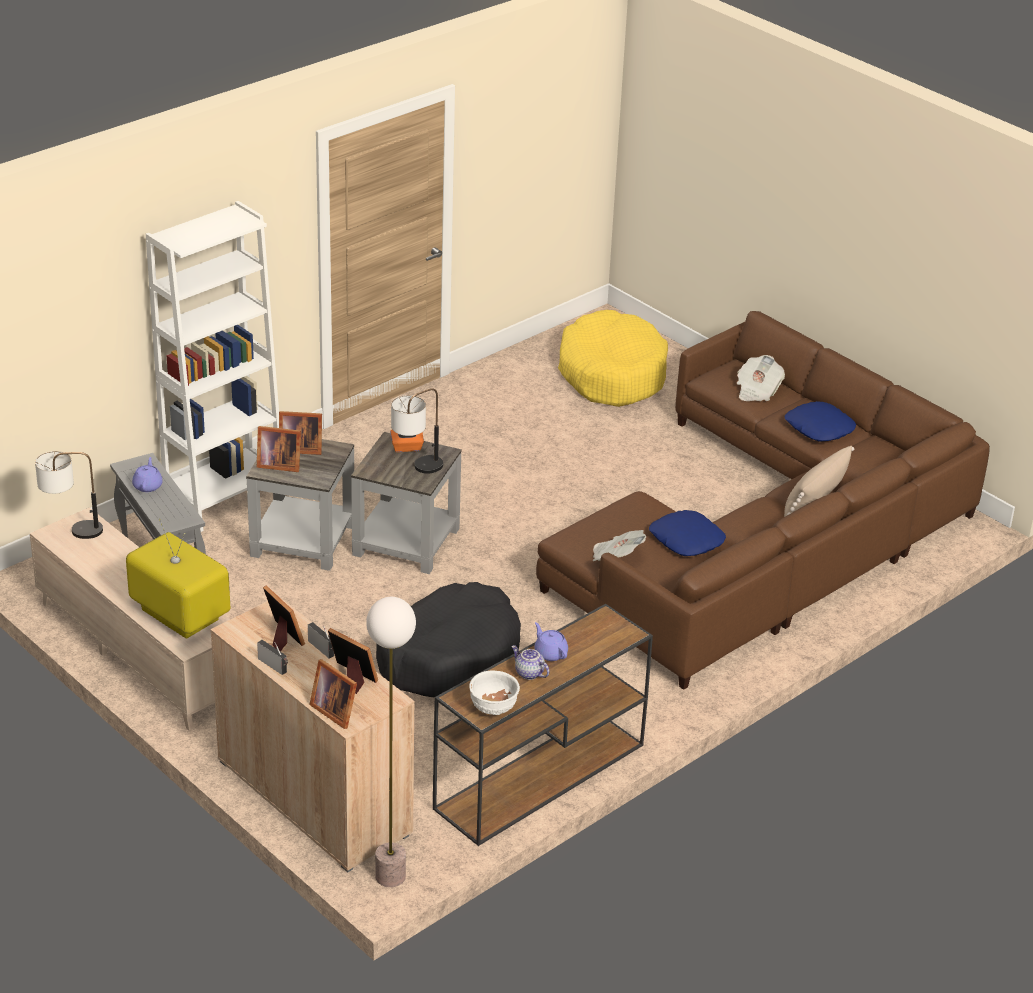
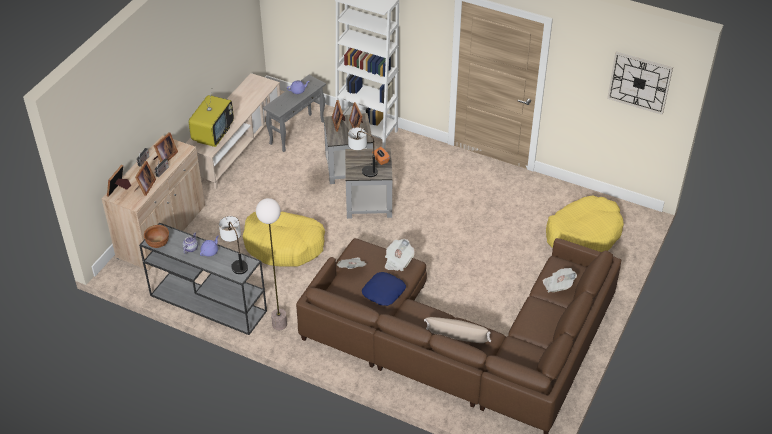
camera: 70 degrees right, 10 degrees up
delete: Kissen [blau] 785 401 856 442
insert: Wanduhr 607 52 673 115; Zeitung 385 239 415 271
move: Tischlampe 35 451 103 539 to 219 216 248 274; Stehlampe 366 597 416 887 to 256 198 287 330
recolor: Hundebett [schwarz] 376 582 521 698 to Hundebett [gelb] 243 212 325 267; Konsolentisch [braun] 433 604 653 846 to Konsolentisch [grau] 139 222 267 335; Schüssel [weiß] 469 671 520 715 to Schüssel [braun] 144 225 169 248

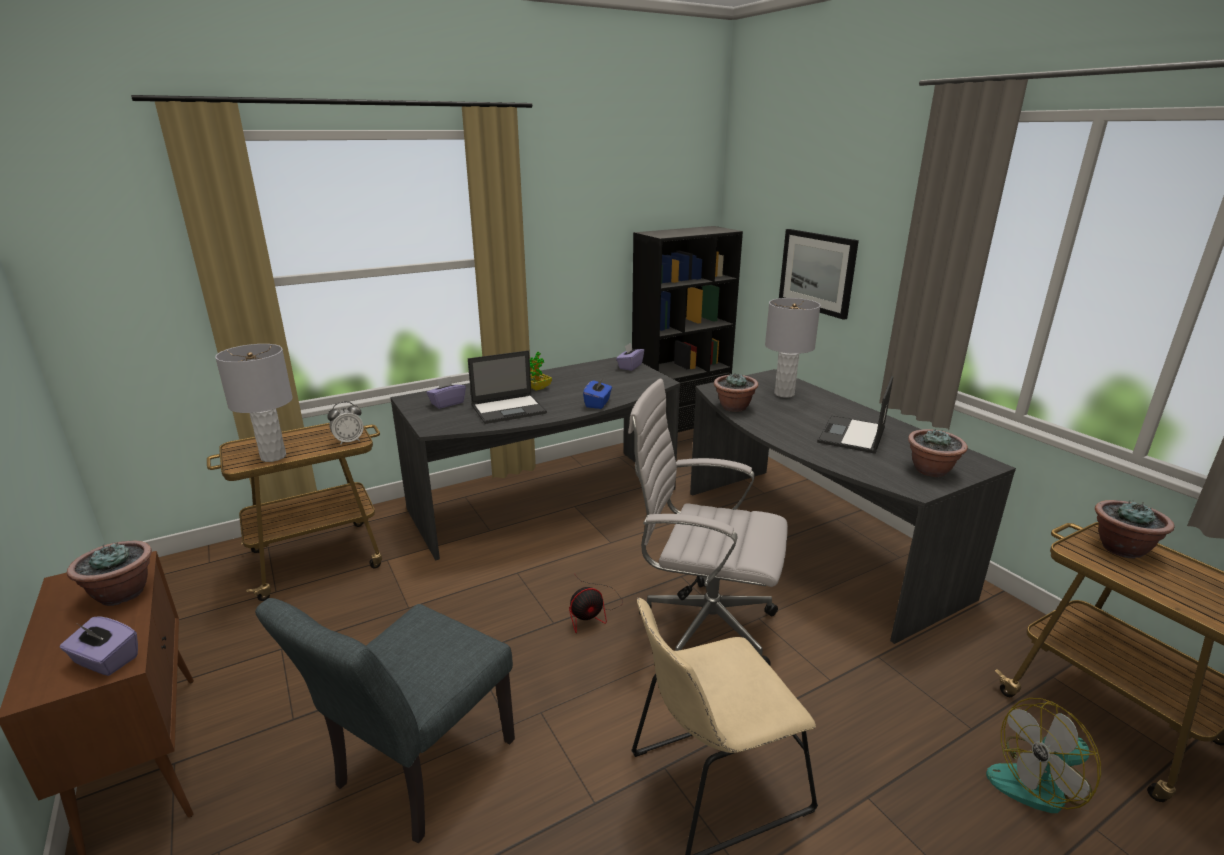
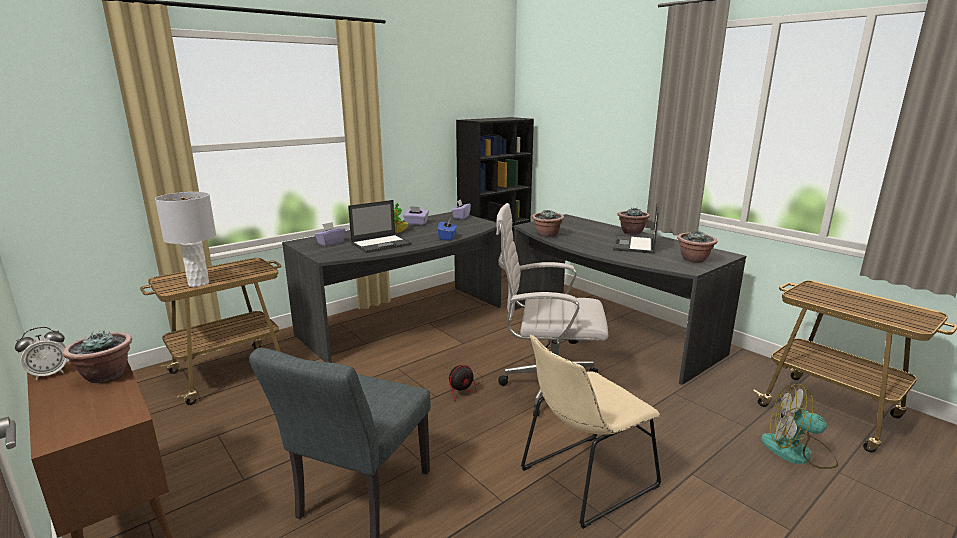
camera: 10 degrees left, 5 degrees down
delete: Bild 779 229 859 320; Tischlampe [grau] 765 298 821 398
move: Wecker 327 402 364 445 to 15 327 67 380; Topfpflanze 1095 500 1175 559 to 617 207 650 235; Taschentuchbox [lila] 60 616 138 676 to 403 206 429 225
rotate: Ventilator 986 698 1101 813 = 761 384 838 469 45 degrees clockwise

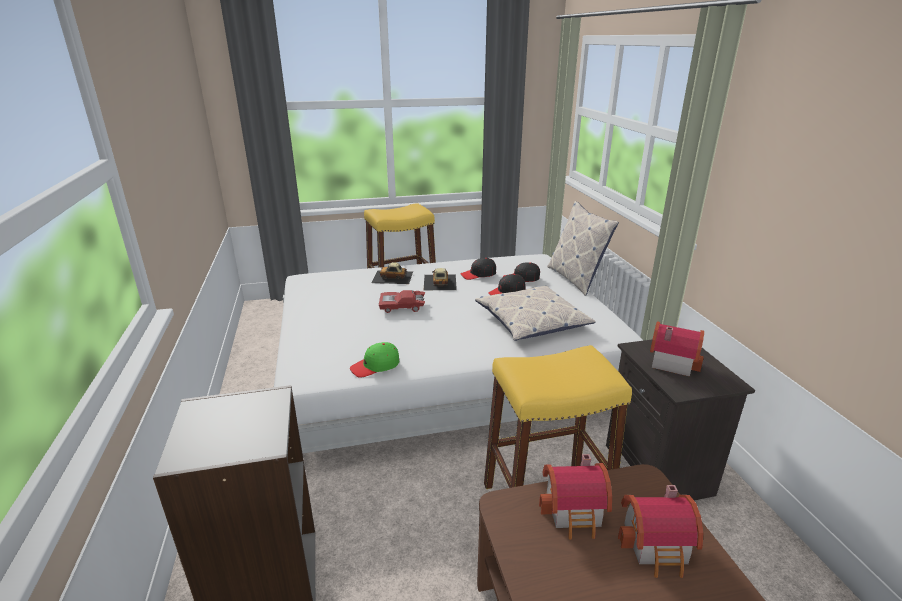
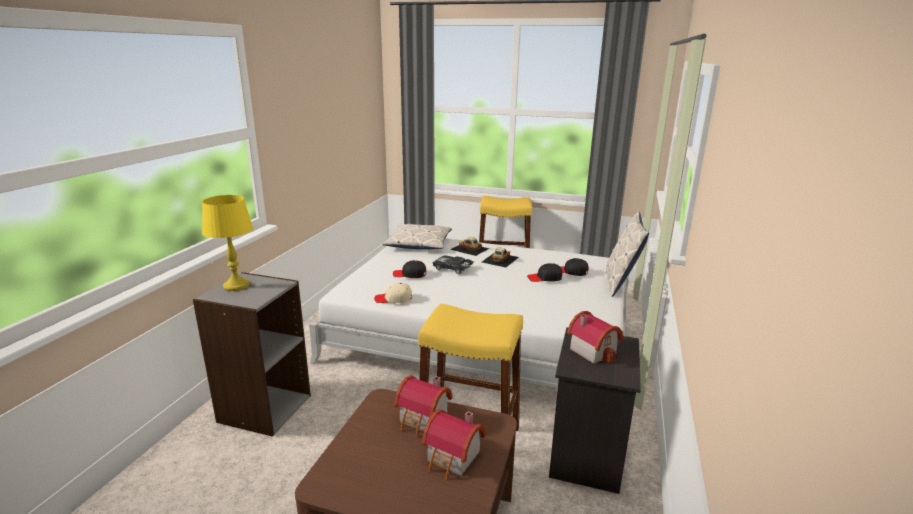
camera: 30 degrees right, 5 degrees down
insert: Tischlampe [gelb] 202 195 253 291
move: Kappe [schwarz] 461 258 496 280 to 393 260 426 278; Kissen 475 286 596 341 to 382 224 452 250
recolor: Spielzeugauto [rot] 379 290 425 313 to Spielzeugauto [schwarz] 432 256 474 274; Kappe [grün] 350 342 399 378 to Kappe [beige] 374 283 412 303

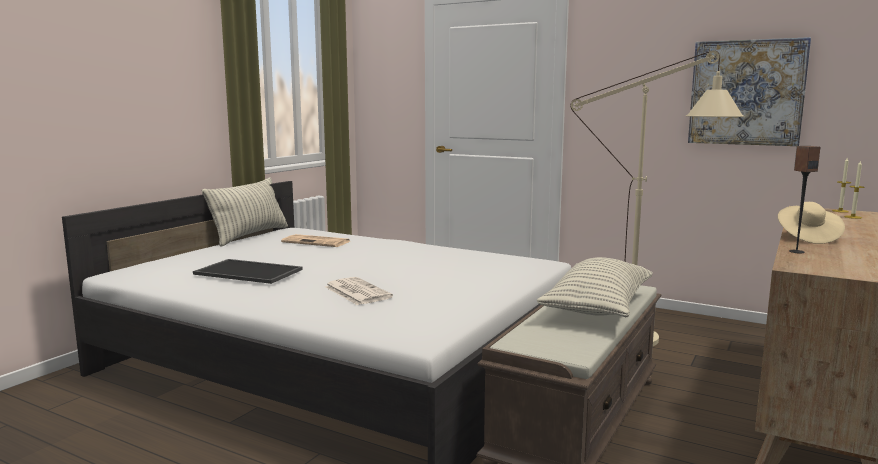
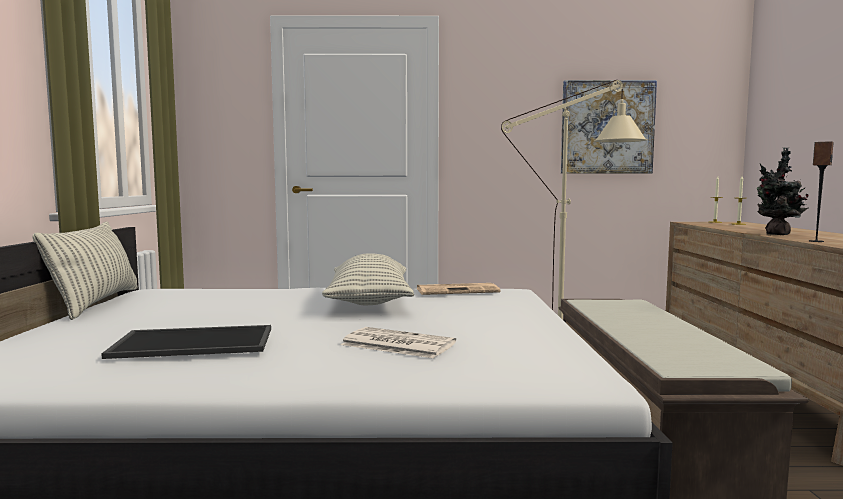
camera: 30 degrees left, 5 degrees down
move: Zeitung 281 234 350 247 to 417 283 500 295; Kissen 537 257 653 317 to 322 253 414 305
replace: Hut [beige] 778 202 845 244 to Topfpflanze 757 147 809 235

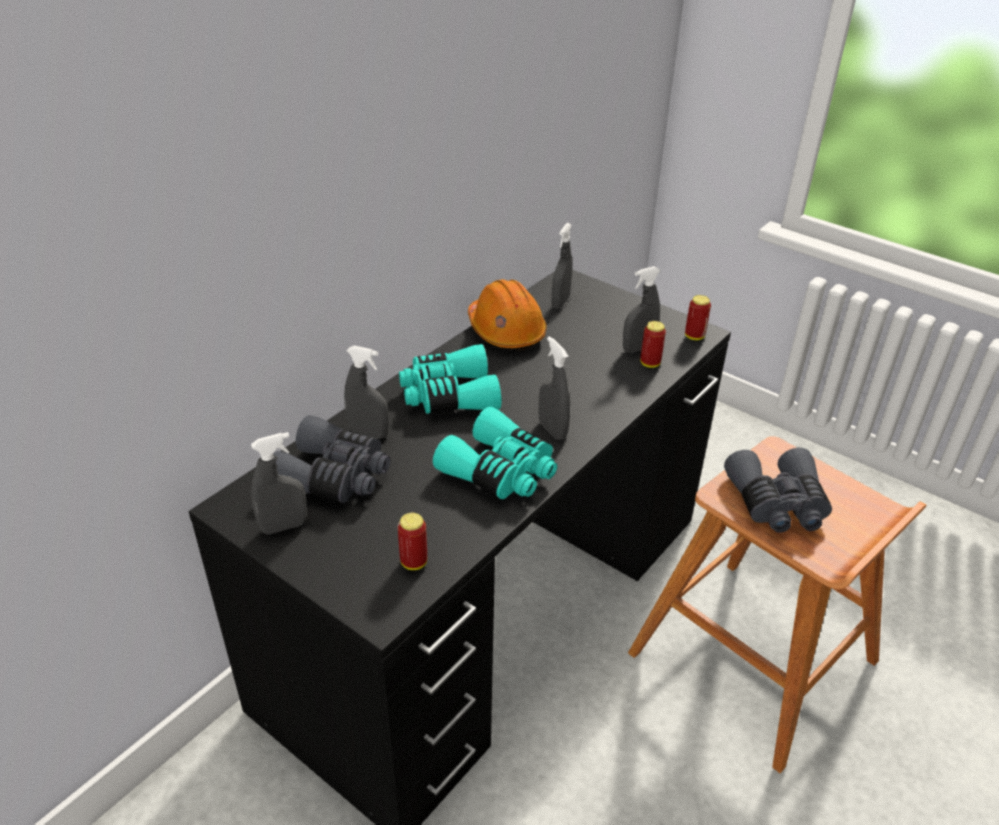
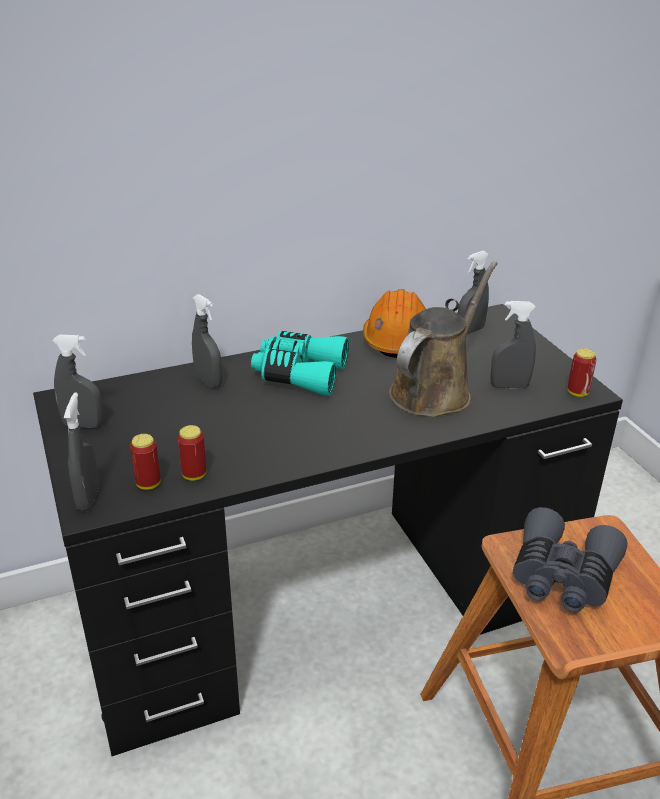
camera: 30 degrees right, 5 degrees down
delete: Fernglas [türkis] 433 407 557 499; Fernglas [grau] 273 415 390 503
insert: Gießkanne [braun] 389 261 498 417
move: Dose 640 321 666 368 to 178 425 207 481; Sprühflasche [grau] 538 336 570 440 to 64 392 99 511

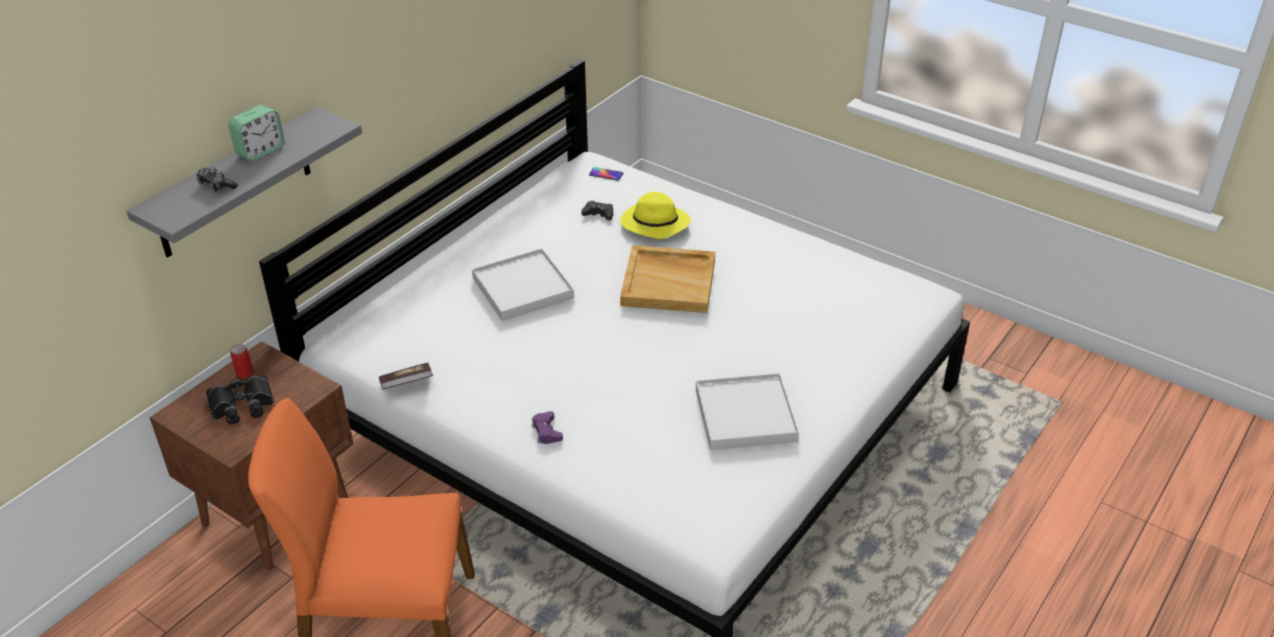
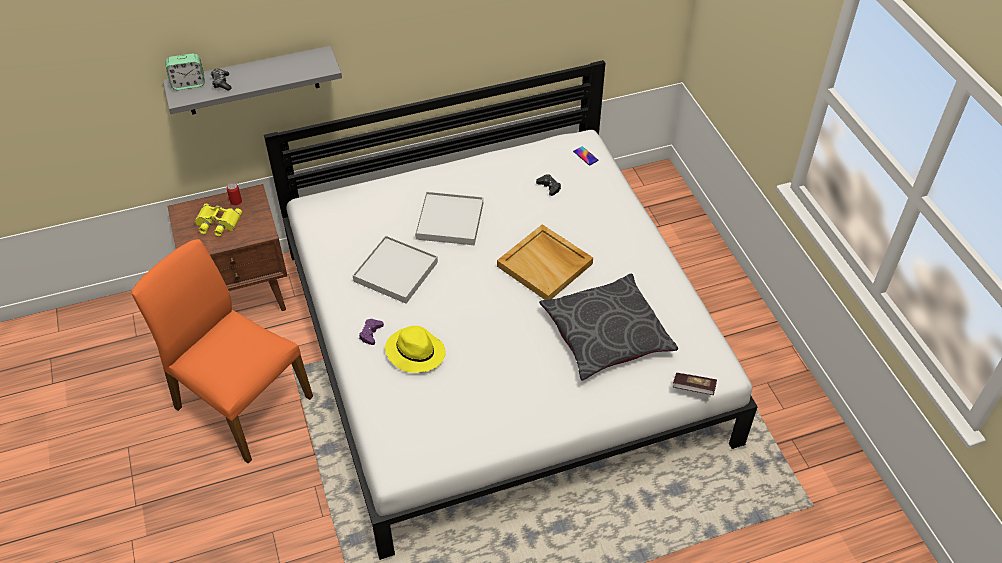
camera: 35 degrees right, 10 degrees up
insert: Kissen [grau] 539 273 678 381
move: Wecker 228 105 285 161 to 166 53 205 90; Hut [gelb] 620 192 690 239 to 385 326 446 373; Buch 379 363 433 389 to 673 373 717 395; Tablett [weiß] 696 373 799 450 to 352 235 438 304
recolor: Fernglas [schwarz] 206 375 274 424 to Fernglas [gelb] 194 204 242 236

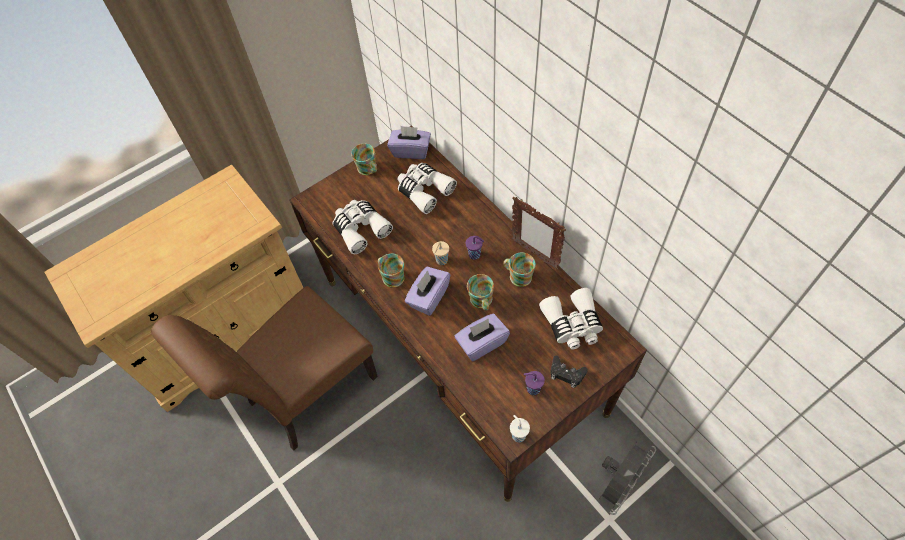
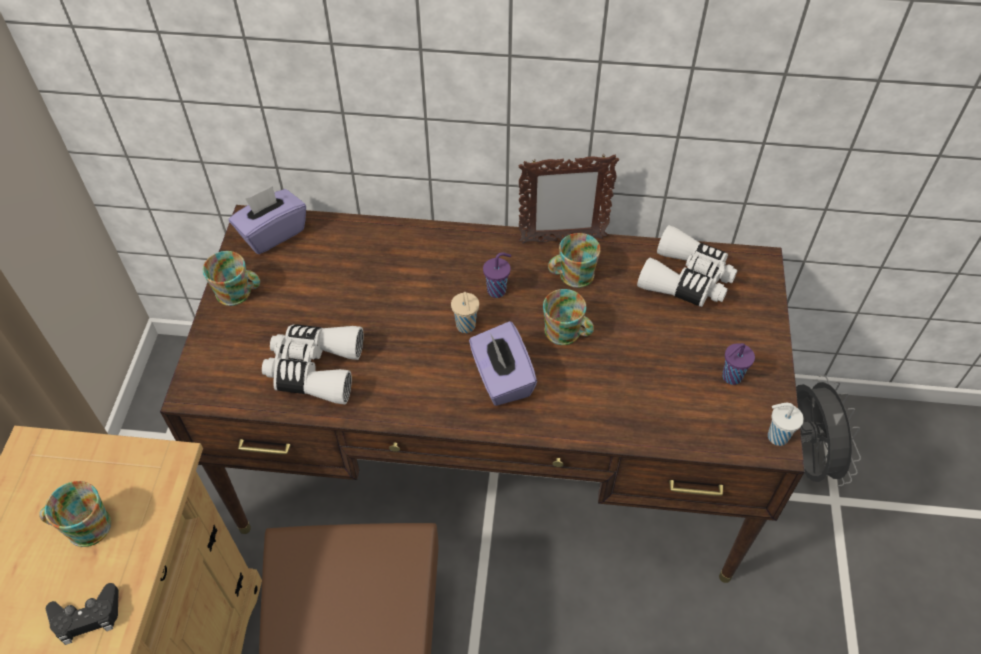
camera: 50 degrees left, 5 degrees down
delete: Fernglas [weiß] 397 163 457 214; Taschentuchbox [lila] 455 314 510 361
move: Henkelbecher 378 254 405 288 to 39 481 111 547; Gamepad [schwarz] 550 356 588 388 to 46 583 119 645

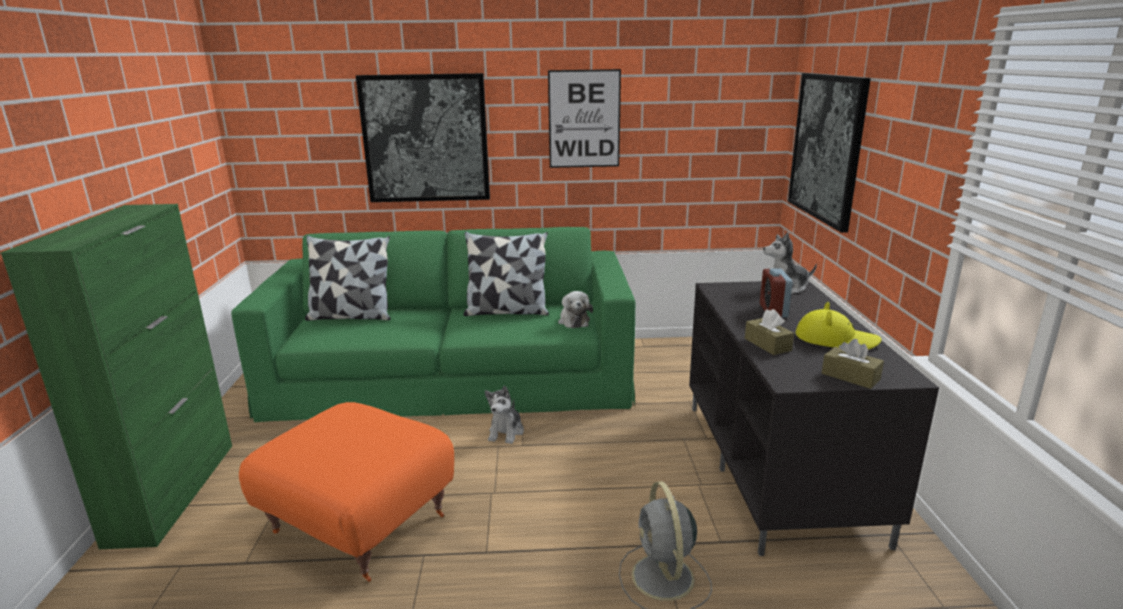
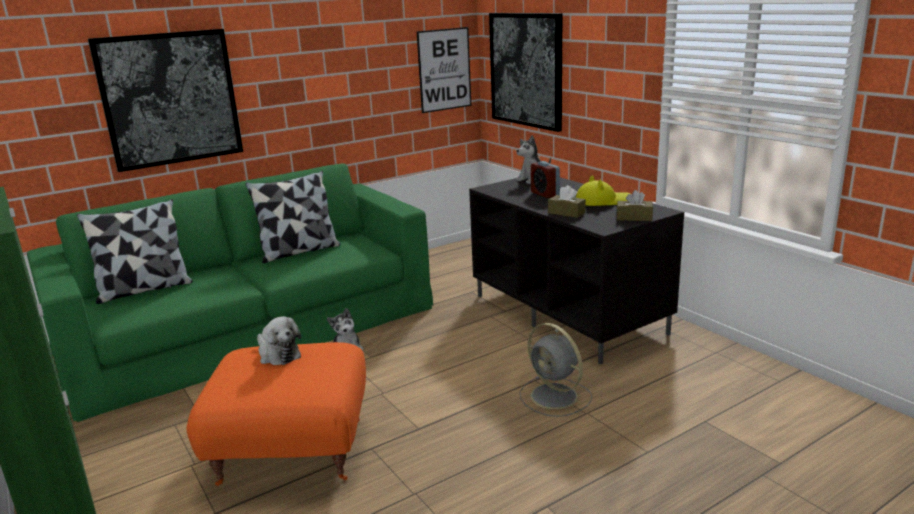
camera: 30 degrees left, 0 degrees up
move: Bild 548 69 621 168 to 416 27 471 113; Plüschtier 558 291 593 328 to 257 316 301 365

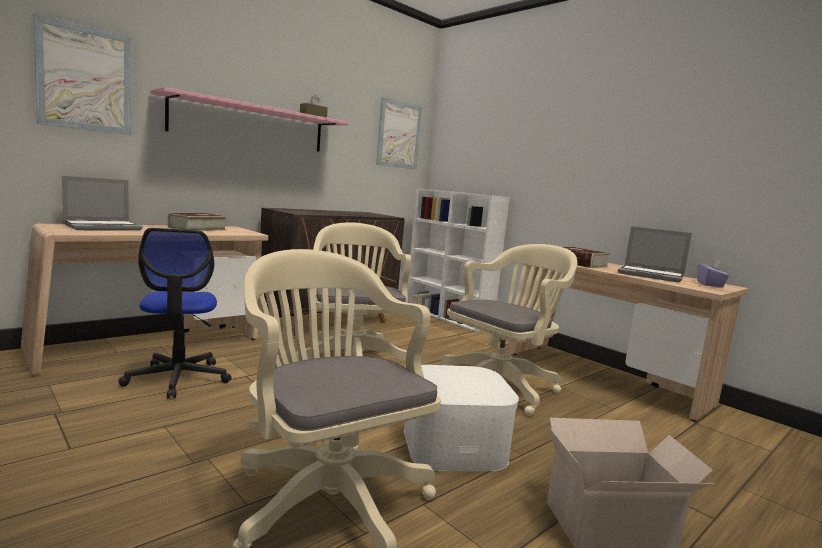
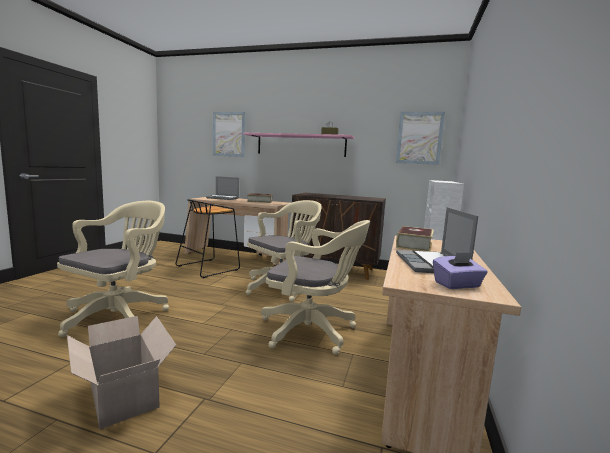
camera: 60 degrees right, 0 degrees up
delete: Aufbewahrungsbox [weiß] 404 365 519 471
replace: Bürostuhl 118 228 232 399 to Hocker [schwarz] 175 199 240 278

